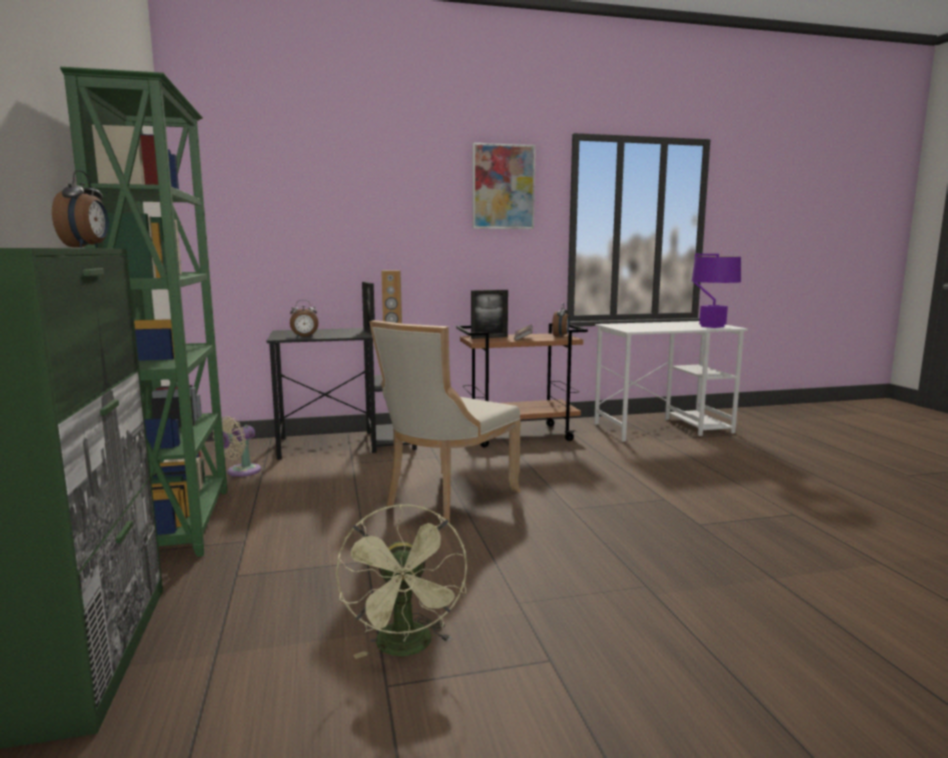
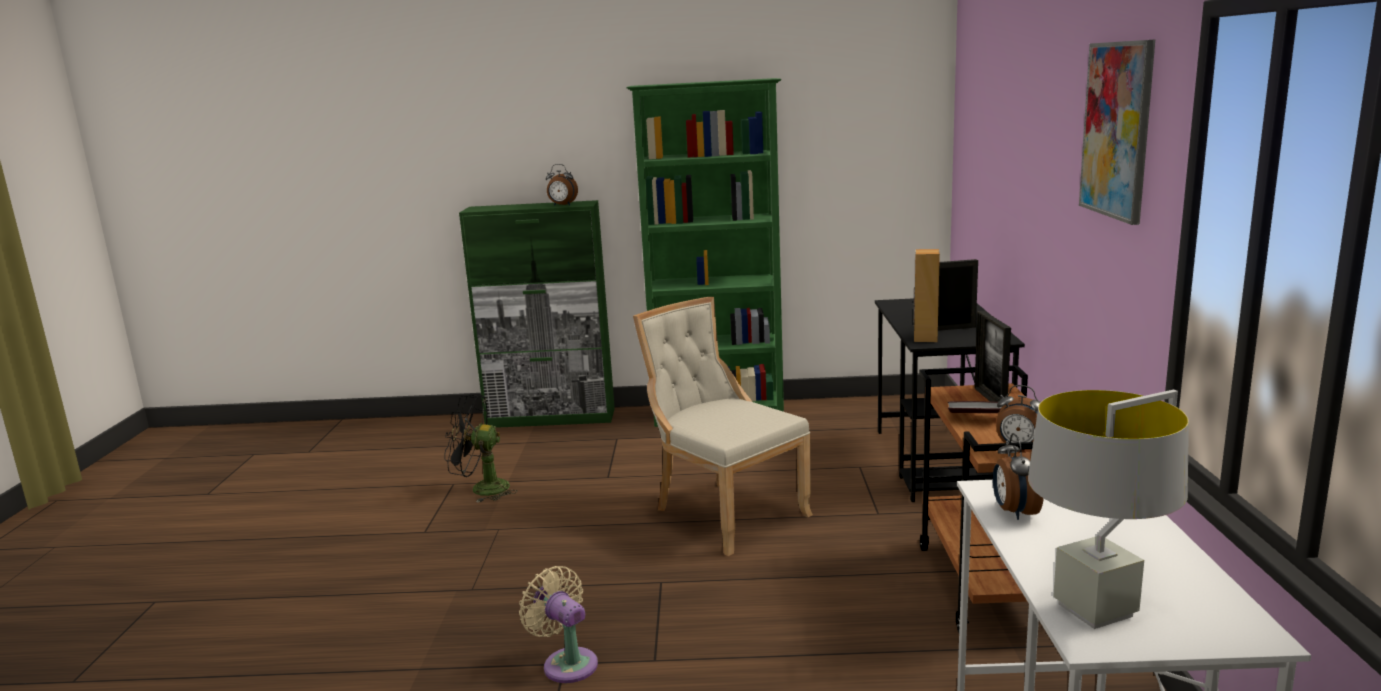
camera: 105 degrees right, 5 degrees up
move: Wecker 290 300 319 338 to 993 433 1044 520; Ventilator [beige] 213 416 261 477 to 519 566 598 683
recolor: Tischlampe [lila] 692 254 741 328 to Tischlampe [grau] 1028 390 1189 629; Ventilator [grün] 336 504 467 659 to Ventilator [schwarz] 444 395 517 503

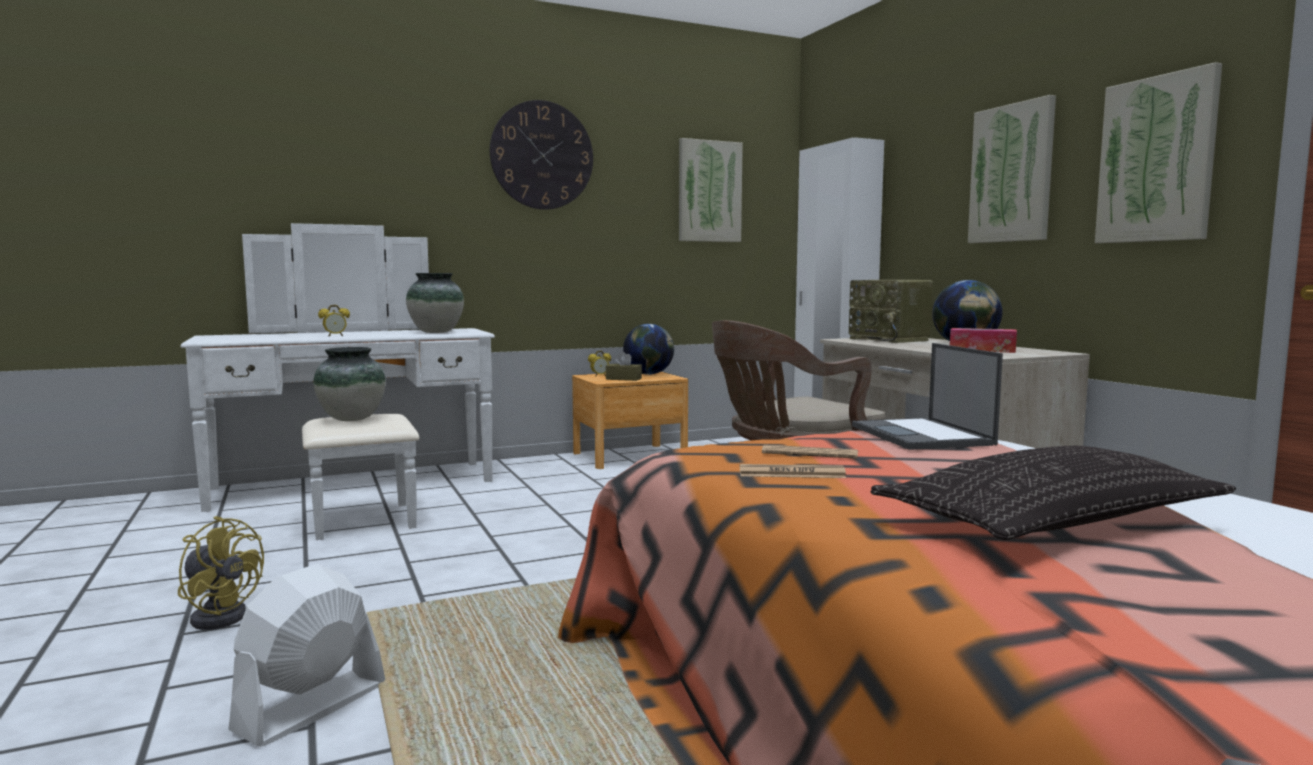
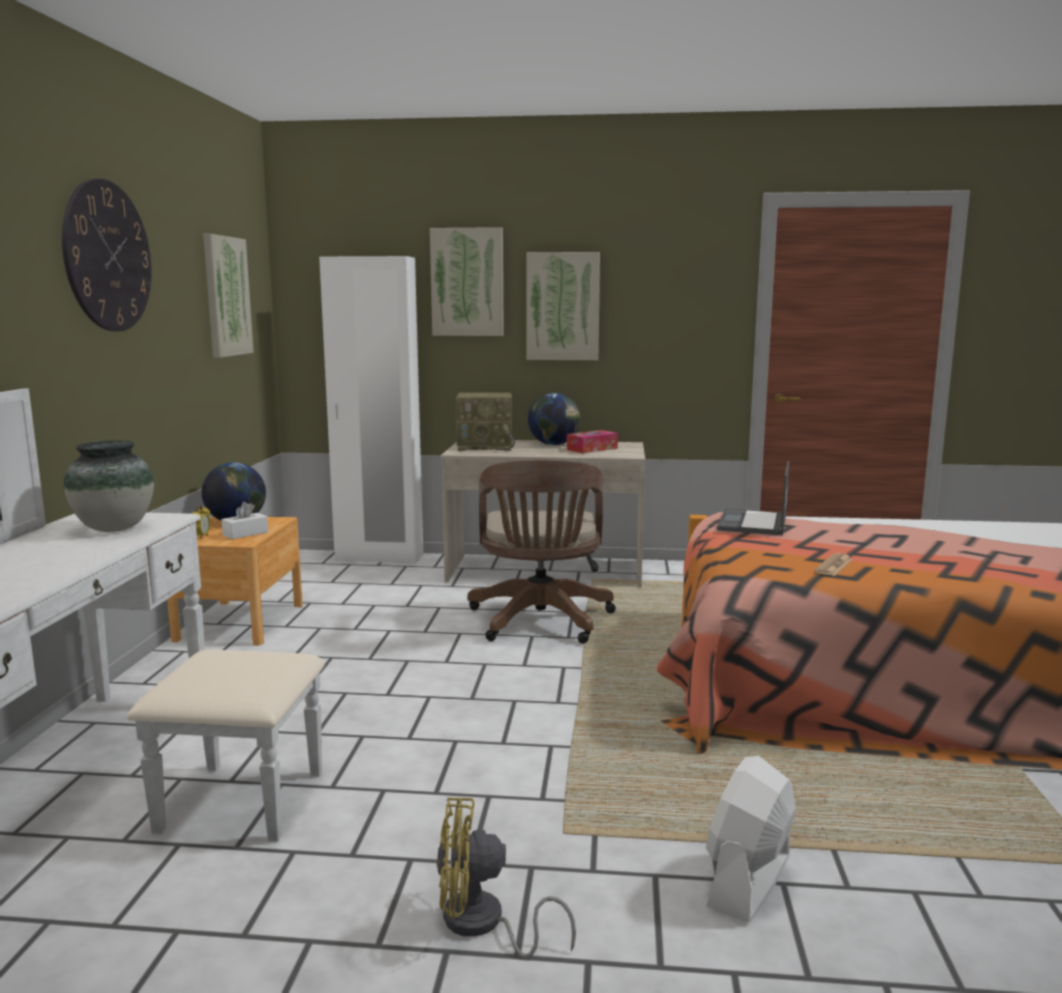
camera: 60 degrees left, 5 degrees up
delete: Wecker 318 305 350 337; Vase 313 347 386 421; Zeitung 762 445 858 459; Kissen 871 446 1236 540
move: Bild 1095 62 1222 243 to 430 227 504 336
recolor: Taschentuchbox [braun] 606 351 642 381 to Taschentuchbox [weiß] 221 502 268 539
rotate: Laptop 852 343 1003 450 = 717 461 789 535 90 degrees clockwise; Ventilator [gelb] 178 516 264 630 = 437 798 576 958 150 degrees counterclockwise; Ventilator [weiß] 228 564 385 747 = 706 756 796 923 60 degrees clockwise

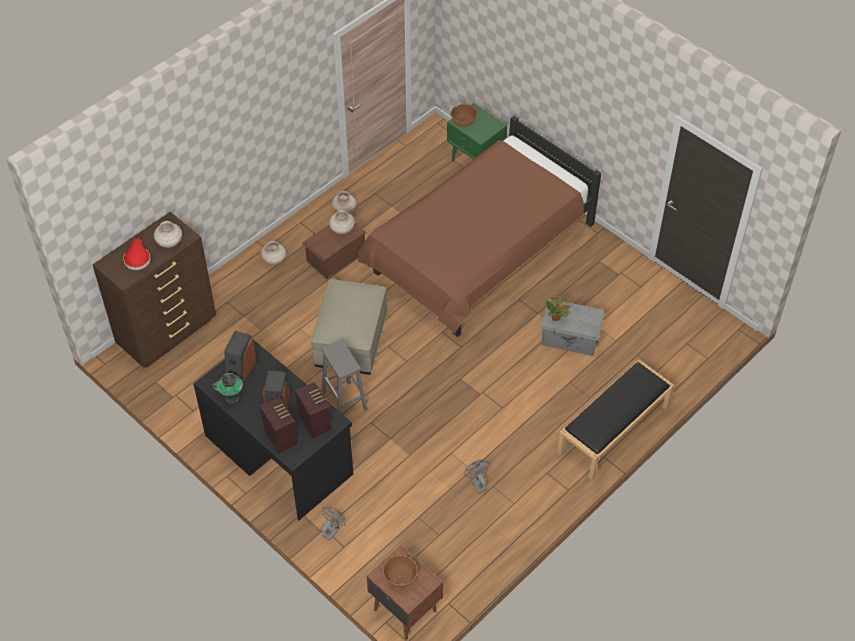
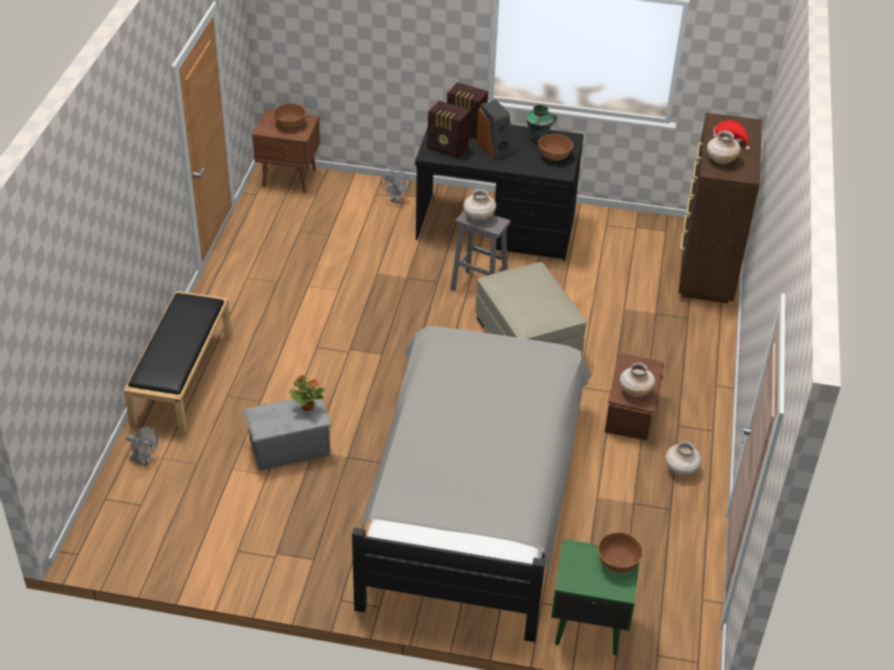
camera: 145 degrees right, 10 degrees down
move: Vase [beige] 261 241 286 265 to 463 189 496 221; Ventilator [grau] 464 460 489 494 to 126 425 158 466
replace: Lautsprecher 224 331 257 383 to Schüssel [braun] 538 134 573 161
recolor: Bett [braun] 358 116 601 337 to Bett [grau] 352 326 592 642

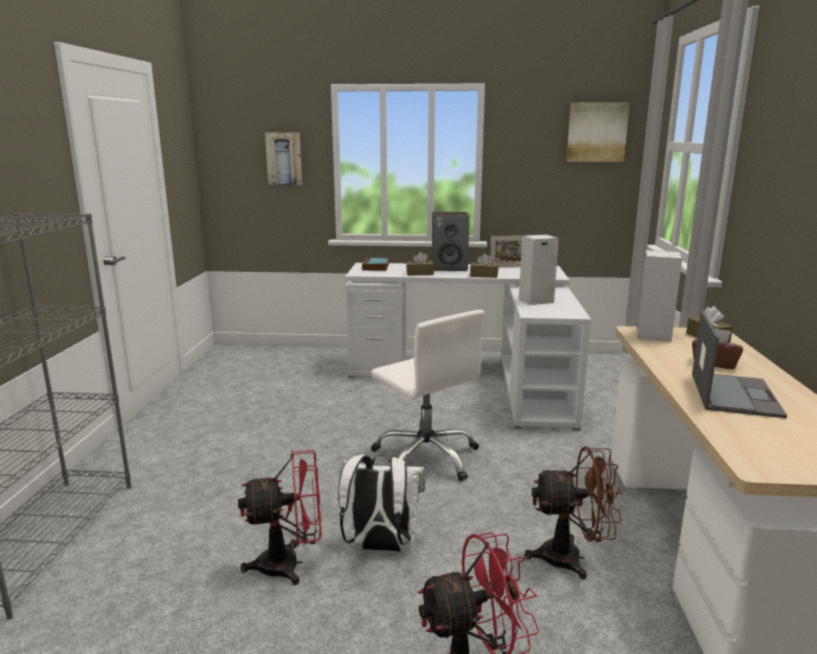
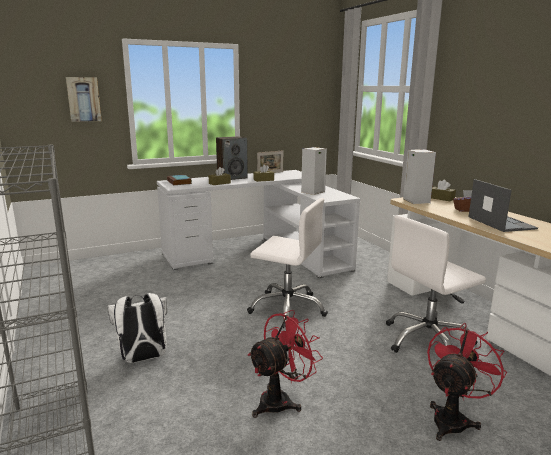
camera: 30 degrees left, 0 degrees up
delete: Bild 567 102 630 162
move: Rucksack [weiß] 338 454 425 552 to 107 293 167 363
replace: Ventilator [braun] 524 446 622 580 to Bürostuhl [weiß] 386 215 486 353

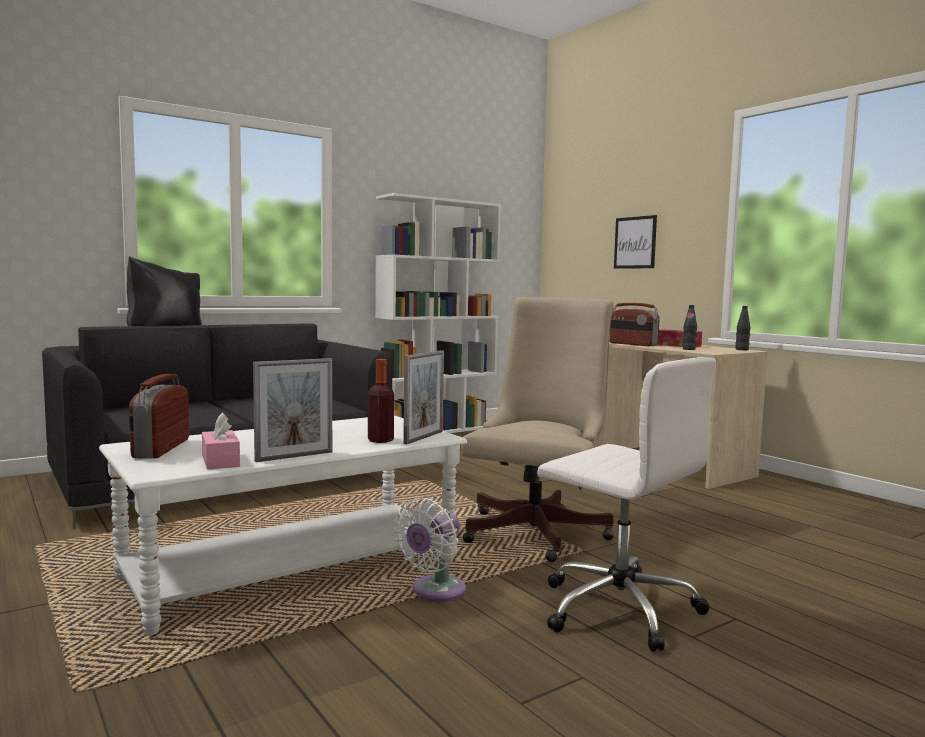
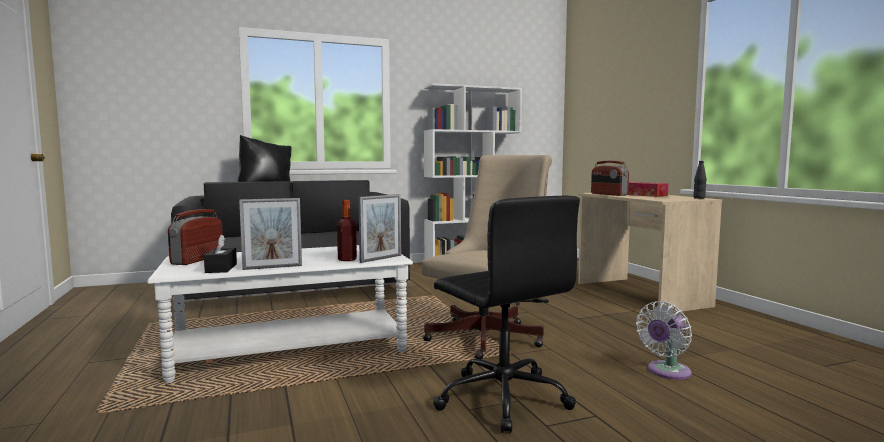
camera: 15 degrees right, 0 degrees up
delete: Bild 614 215 657 269; Flasche [schwarz] 683 305 697 350
move: Ventilator [weiß] 394 498 466 602 to 636 301 692 380
recolor: Bürostuhl [weiß] 537 357 716 652 to Bürostuhl [schwarz] 433 196 580 433; Taschentuchbox [rosa] 202 413 240 470 to Taschentuchbox [schwarz] 204 235 237 273

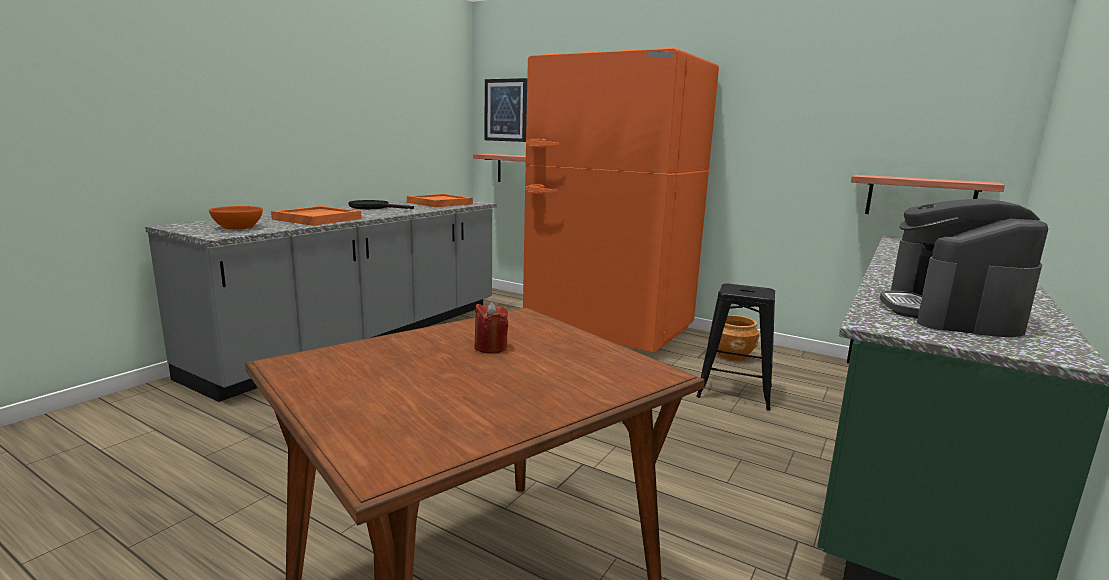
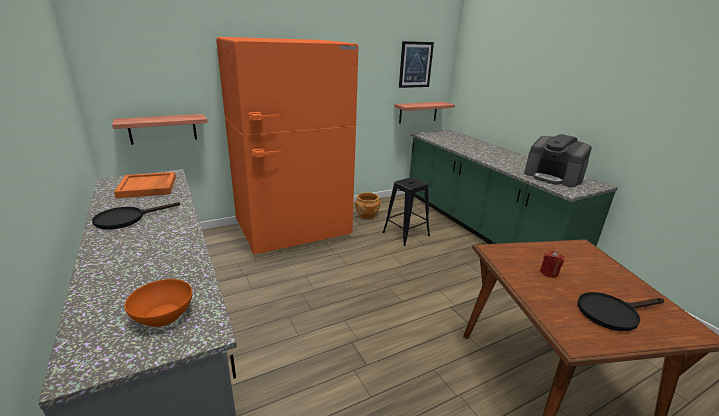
camera: 60 degrees left, 10 degrees up
delete: Tablett [orange] 271 206 362 226
insert: Pfanne [schwarz] 578 292 664 331
move: Bild 485 78 527 142 to 399 41 434 88

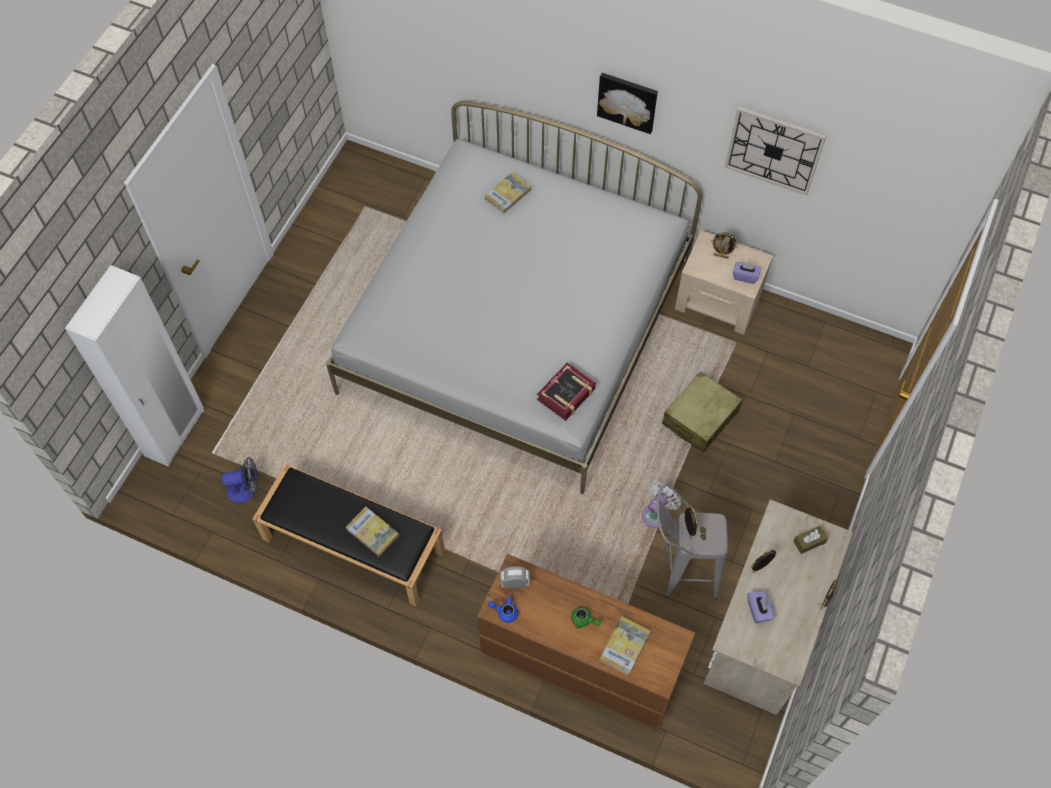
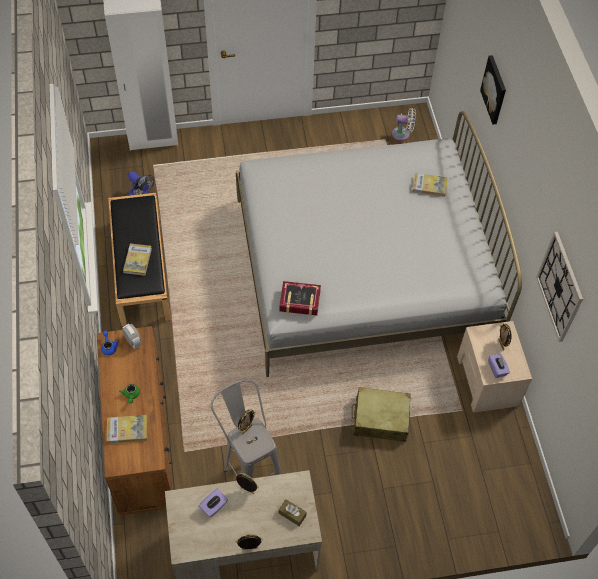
camera: 55 degrees right, 5 degrees down
move: Bild 597 73 658 134 to 480 55 506 125; Ventilator [weiß] 642 481 681 528 to 392 108 416 141

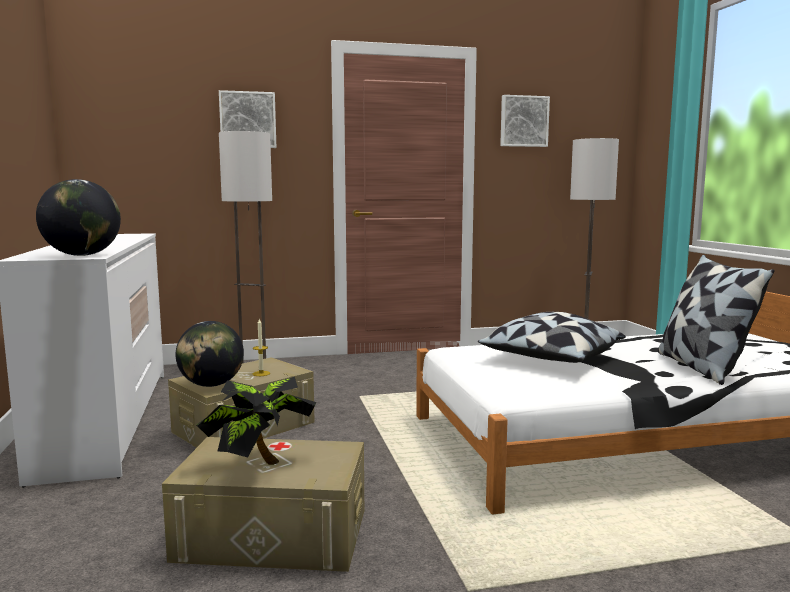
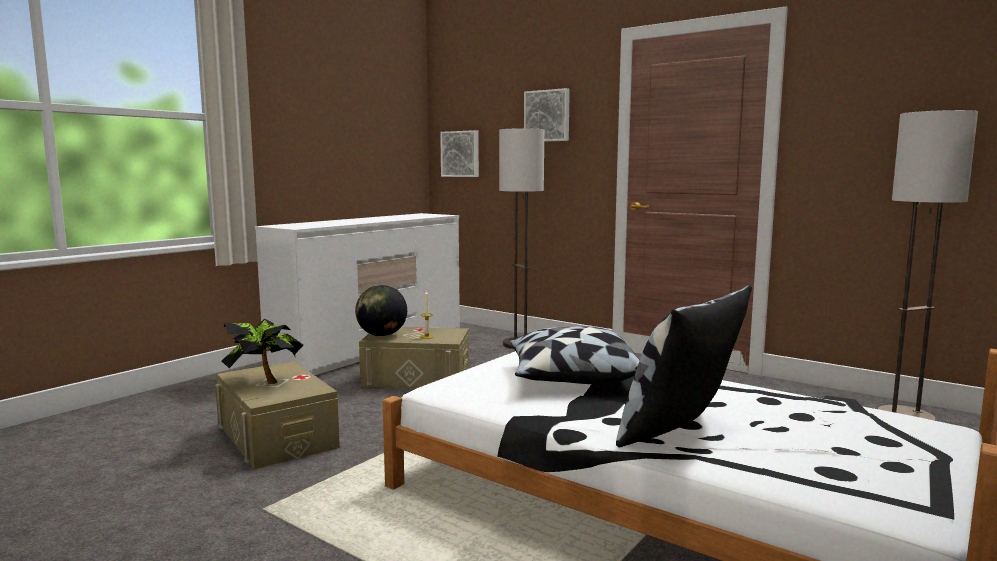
camera: 50 degrees right, 0 degrees up
delete: Globus 36 179 121 256
move: Bild 500 95 550 147 to 440 130 479 177

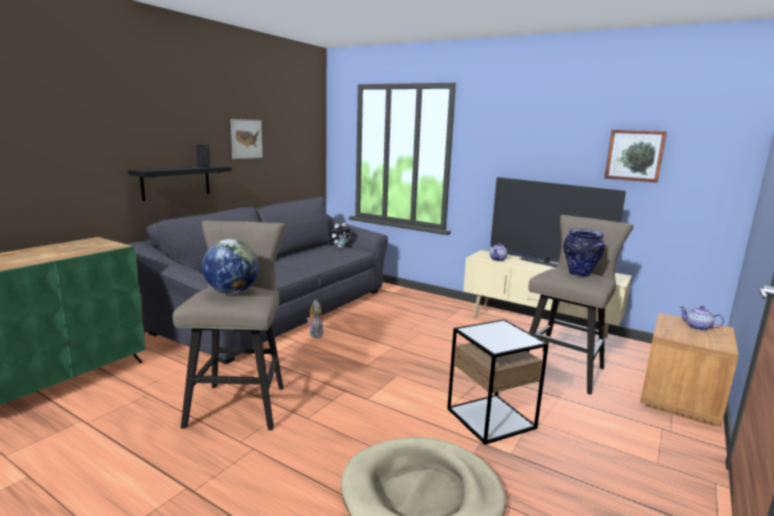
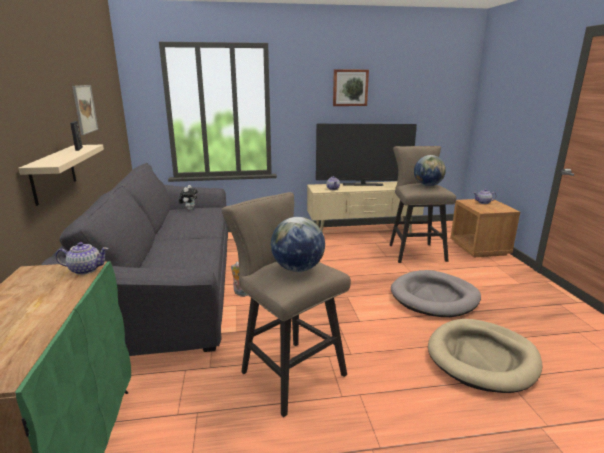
camera: 40 degrees left, 5 degrees up
insert: Teekanne 56 242 109 275
move: Bild 604 130 667 183 to 333 69 369 106
replace: Vase 563 229 605 277 to Globus 414 155 446 186; Beistelltisch 447 319 549 445 to Hundebett [grau] 391 270 481 317
recolor: Wandregal [schwarz] 128 165 232 201 to Wandregal [beige] 18 145 104 206

